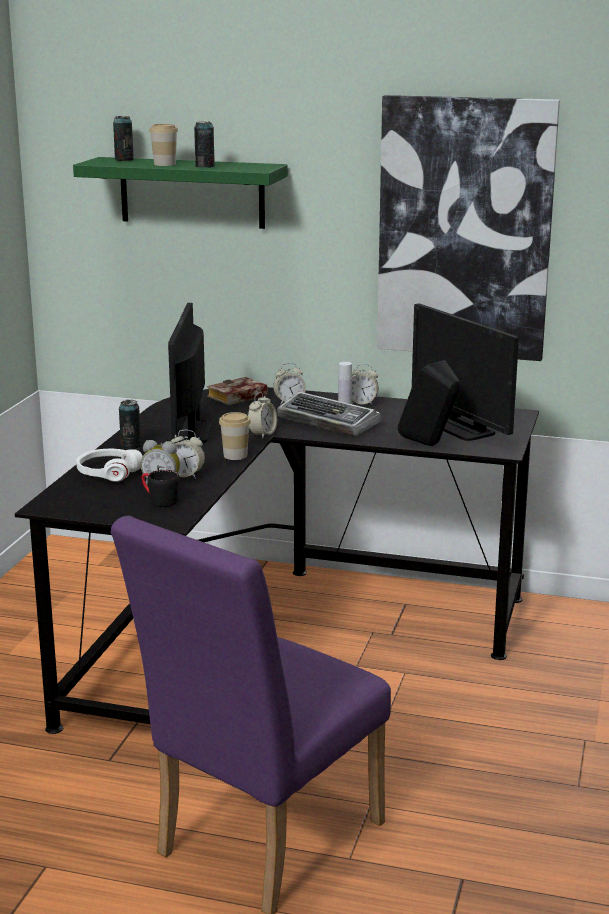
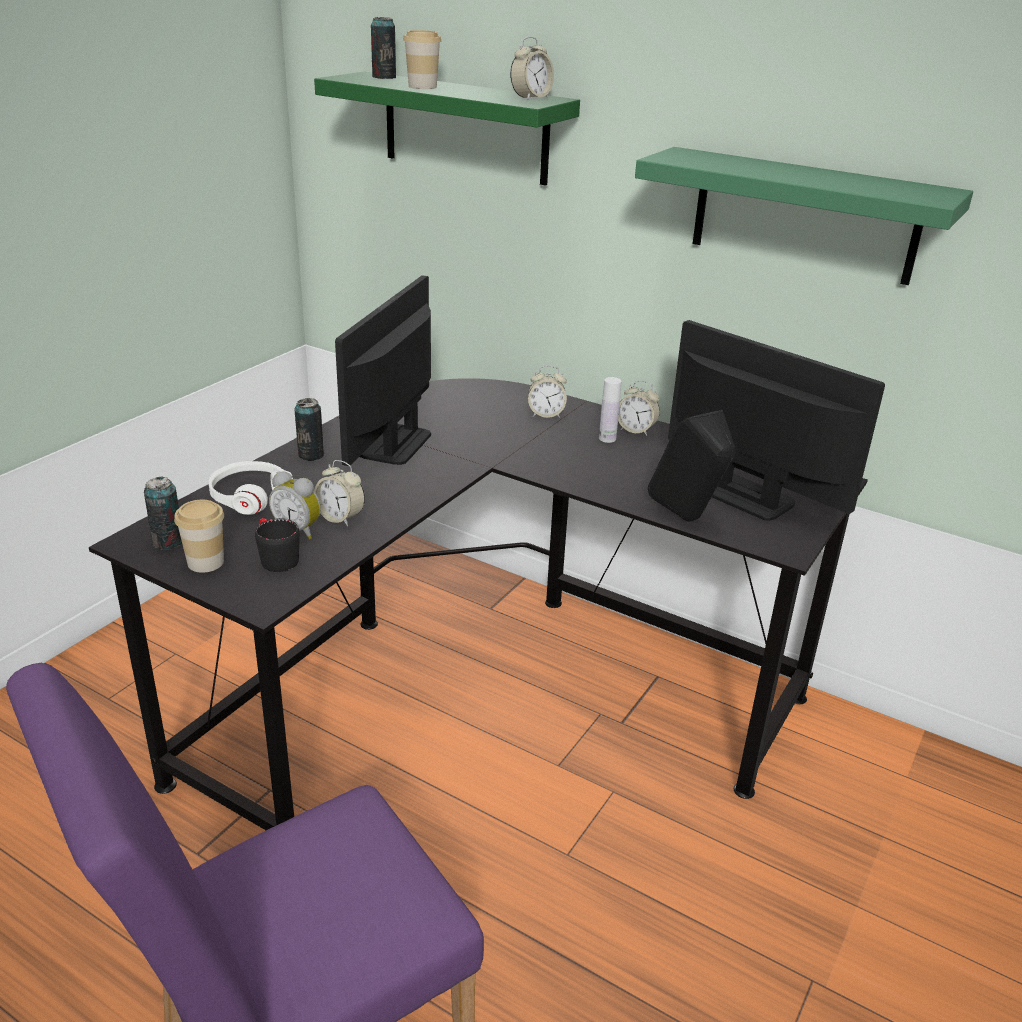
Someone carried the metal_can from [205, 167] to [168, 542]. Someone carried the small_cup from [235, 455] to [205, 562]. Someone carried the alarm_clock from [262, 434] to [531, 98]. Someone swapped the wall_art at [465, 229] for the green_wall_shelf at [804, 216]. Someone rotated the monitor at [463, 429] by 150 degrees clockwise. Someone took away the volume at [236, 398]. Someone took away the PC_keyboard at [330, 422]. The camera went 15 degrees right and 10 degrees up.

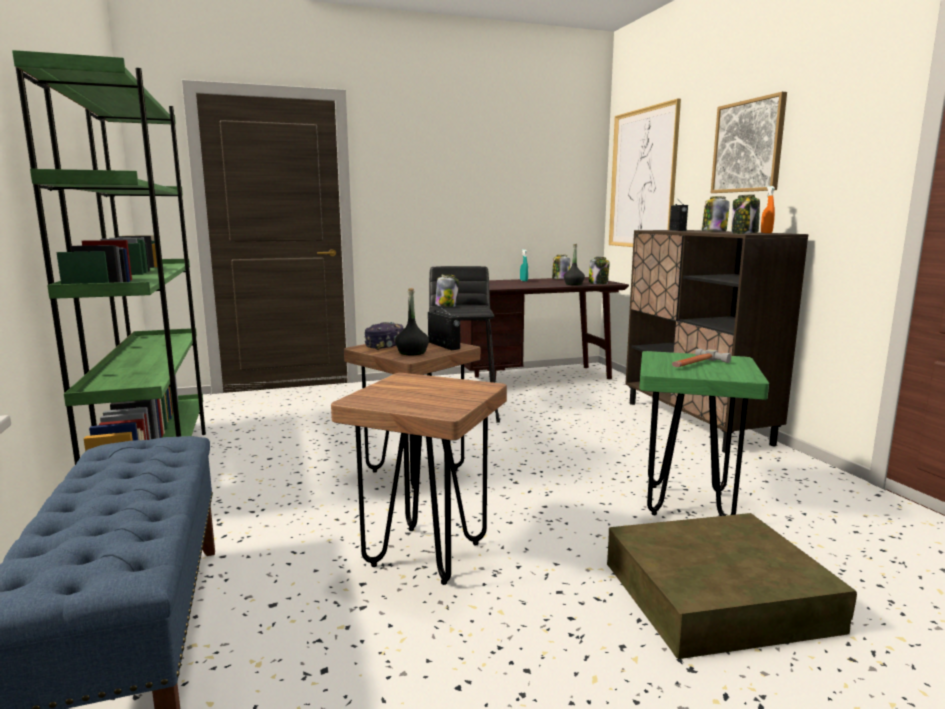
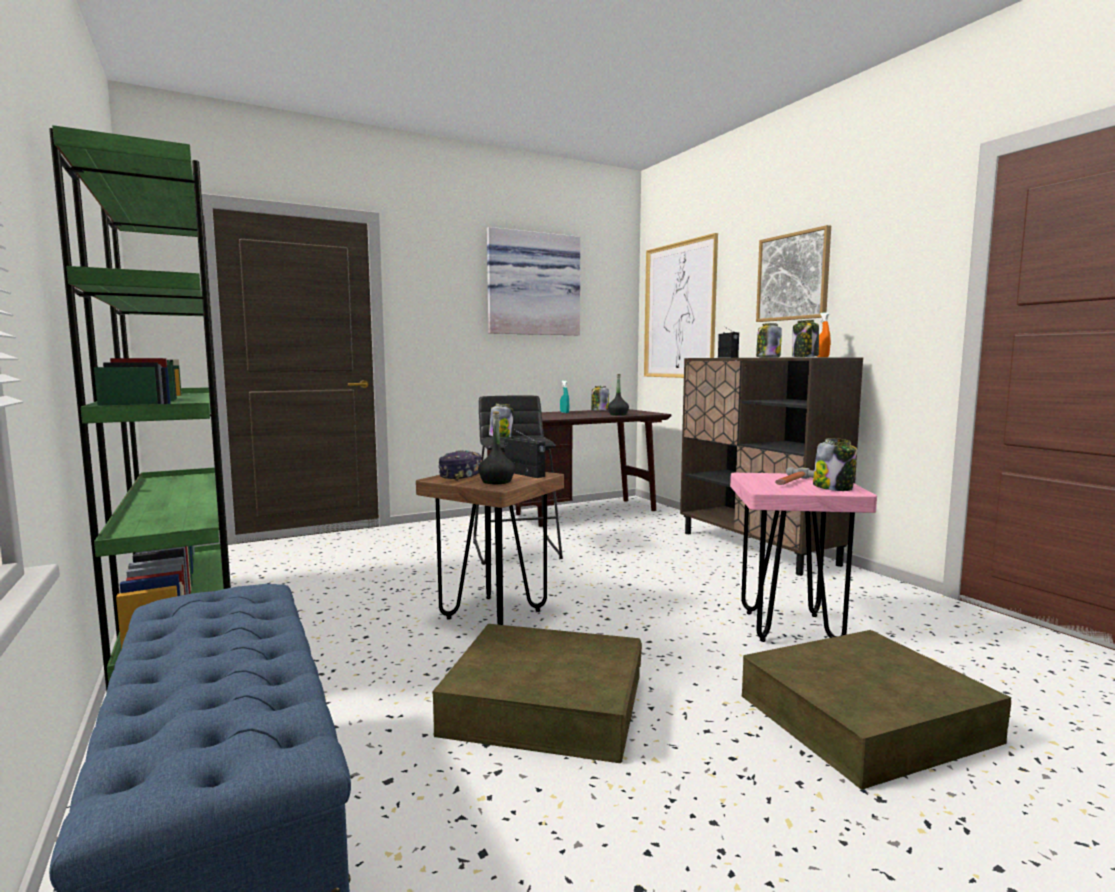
Someone swapped the brownish_stool_seat at [426, 554] for the brownish_storage_container at [545, 704]. Someone put up the wall_art at [532, 284]. Someone repainted the green_stool_seat at [688, 504], which became the pink-coloured_stool_seat at [790, 627]. Someone carried the preserve_jar from [598, 283] to [833, 488]. The camera went 10 degrees left and 5 degrees down.

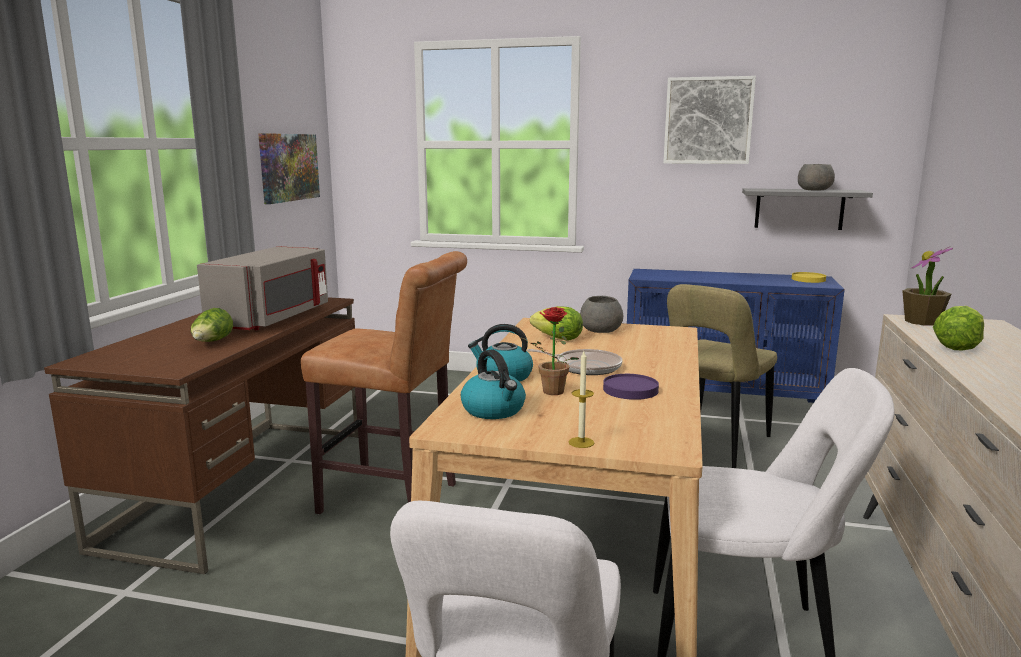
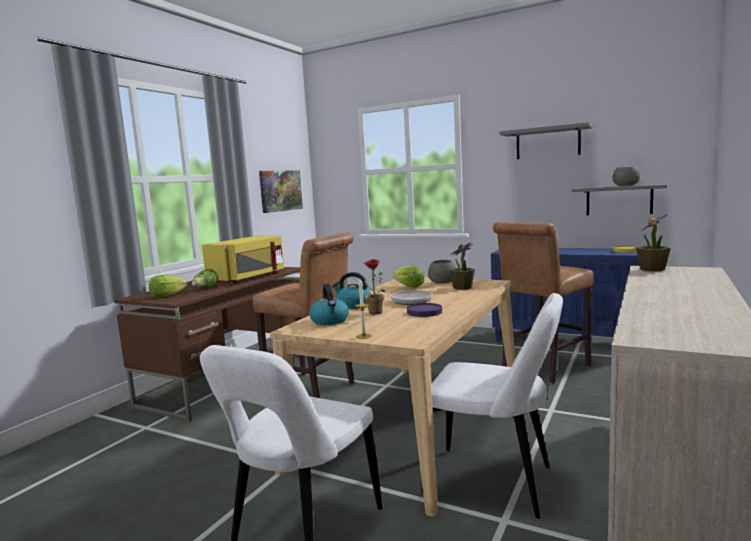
Someone carried the lettuce from [957, 347] to [167, 296]. Someone repainted the gray_microwave at [273, 318], which became the yellow_microwave at [249, 277]. Someone put down the potted_plant at [462, 287]. Someone swapped the beige-coloured_plain_chair at [712, 446] for the brownish_stool_seat at [542, 368]. Someone swapped the wall_art at [708, 121] for the gray_wall_shelf at [548, 143]. The camera went 15 degrees right and 5 degrees down.

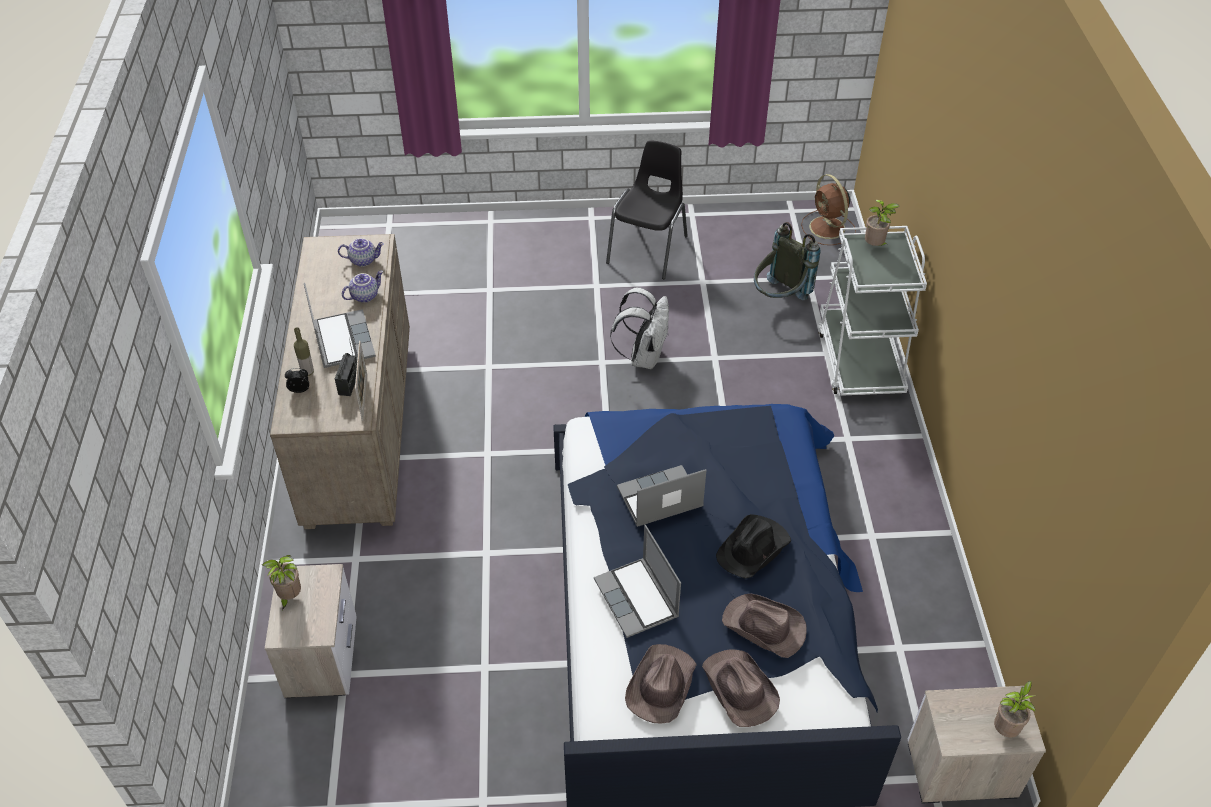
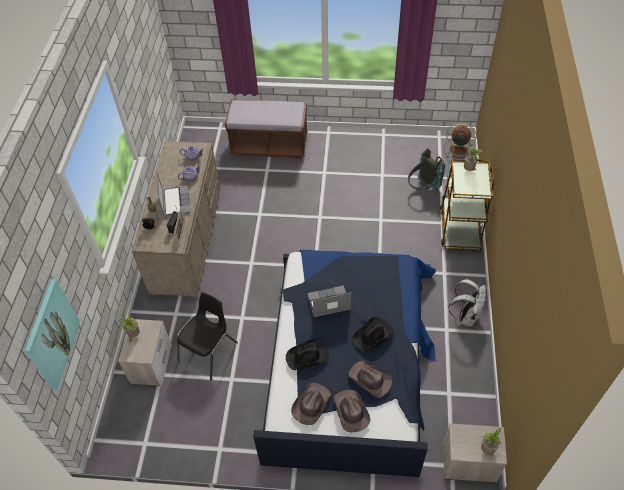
Someone put up the wall_art at [52, 334]. Someone carried the blackish_plain_chair from [649, 249] to [209, 351]. Someone put down the brownish_indoor_bench at [269, 146]. Someone swapped the laptop at [638, 599] for the blackish_wearable_hat at [307, 356]. Someone repainted the whitish_trolley at [859, 360], which became the brownish_trolley at [460, 228]. Someone rotated the brownish_electric_fan at [828, 228] by 120 degrees clockwise. Someone carried the whitish_knapsack from [644, 356] to [466, 316]. The camera went 10 degrees right and 5 degrees up.

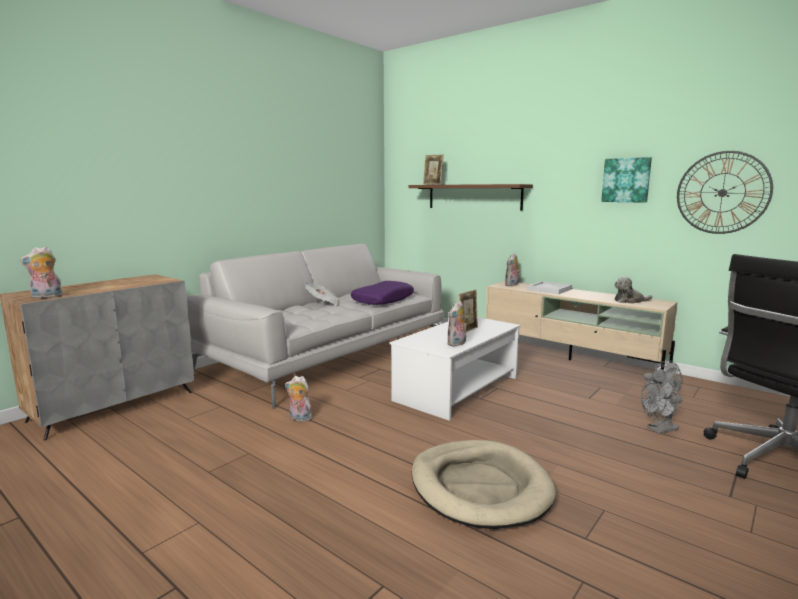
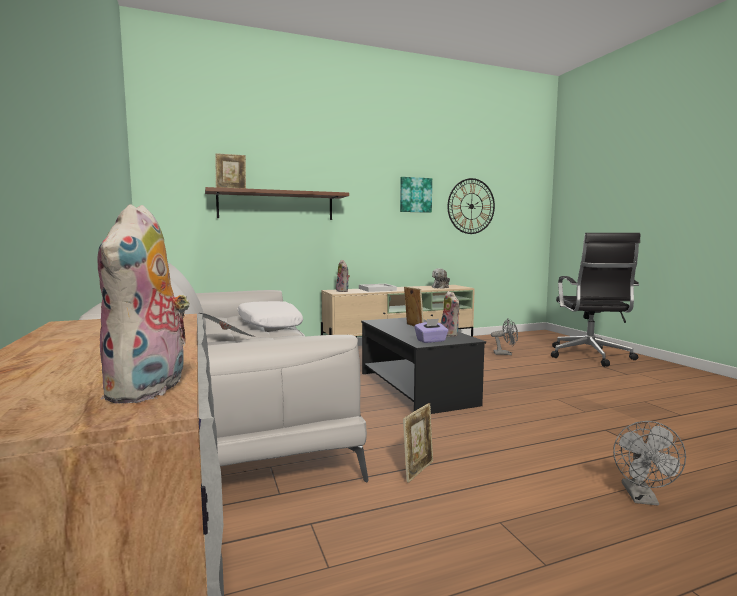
Someone repainted the purple-coloured_cushion at [383, 300], which became the whitish_cushion at [268, 324]. Someone repainted the whitish_low_table at [458, 388], which became the blackish_low_table at [415, 387]. Someone swapped the plush_toy at [299, 419] for the picture_frame at [418, 470]. Someone put down the purple-coloured_tissue_box at [431, 341]. Someone carried the gray_electric_fan from [659, 430] to [642, 498]. Someone took away the beige-coloured_dog_cushion at [480, 487]. The camera went 60 degrees left and 5 degrees down.

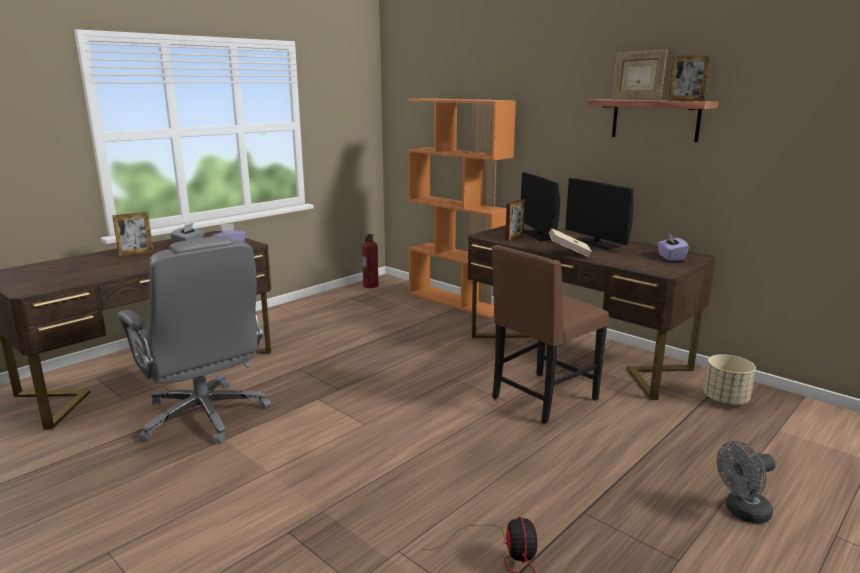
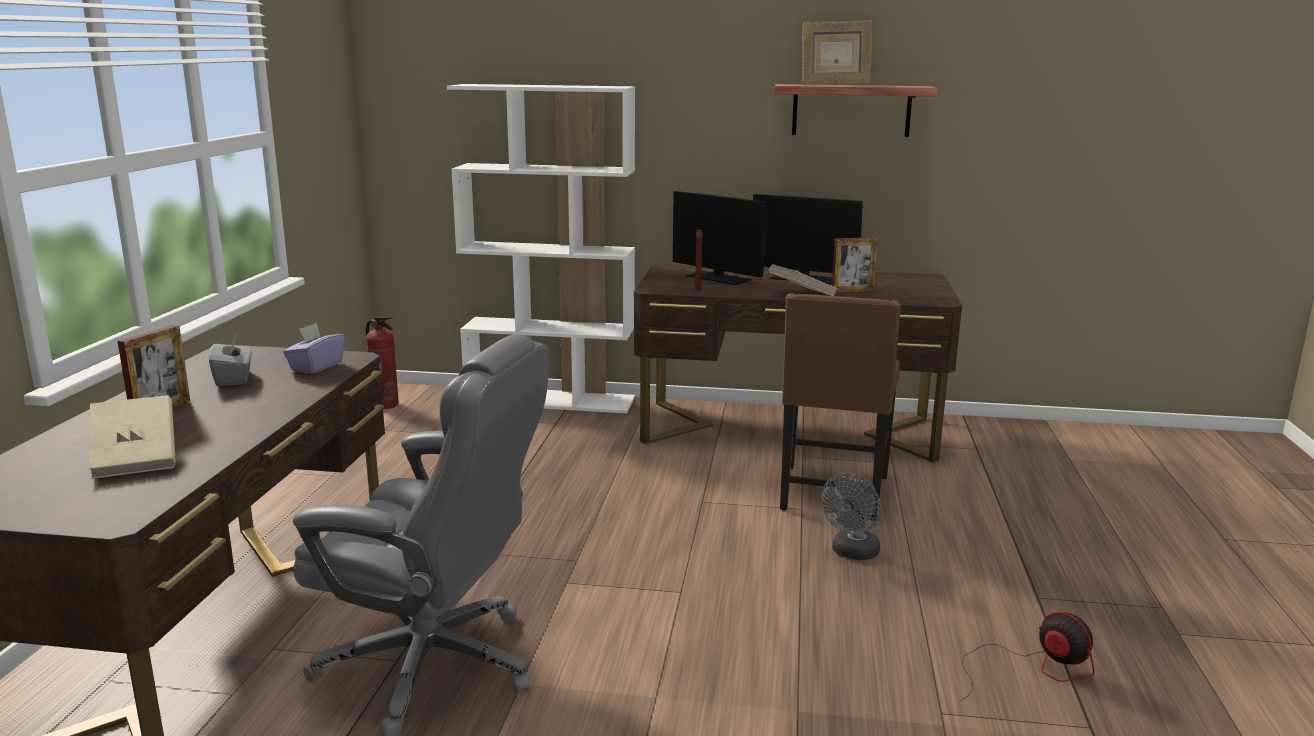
Someone put down the beige-coloured_volume at [136, 458]. Someone repainted the orangey_bookshelf at [457, 301], which became the whitish_bookshelf at [551, 400]. Someone carried the gray_electric_fan from [742, 512] to [852, 553]. Someone carried the picture_frame from [686, 101] to [852, 291]. Someone took away the purple-coloured_tissue_box at [670, 258]. Someone took away the beige-coloured_plant_pot at [725, 400]. The camera went 35 degrees left and 0 degrees up.

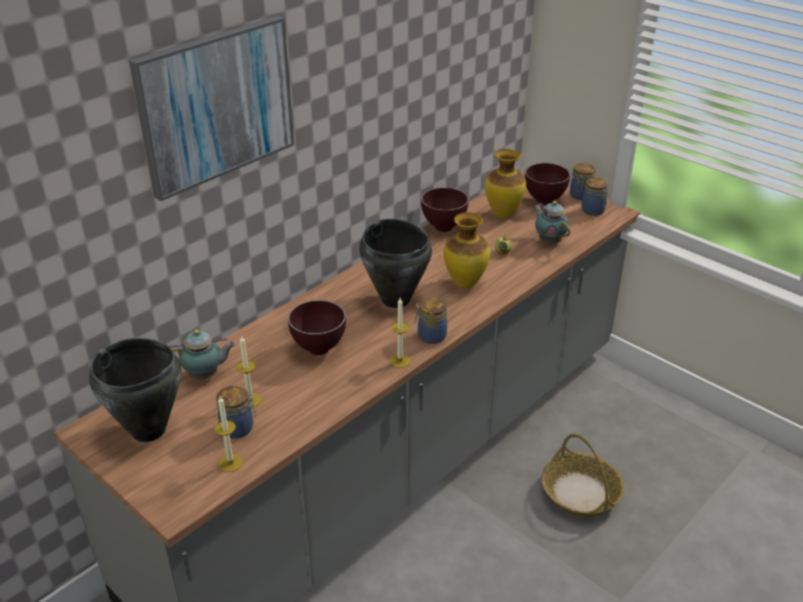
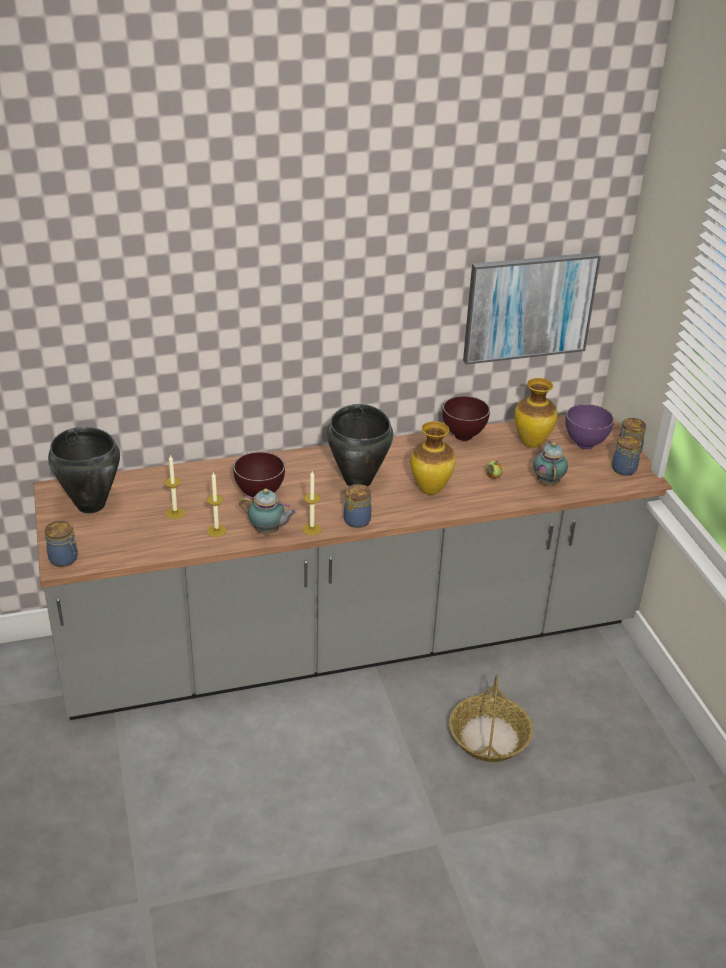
Someone carried the preserve_jar from [238, 428] to [64, 559]. Someone carried the candle from [230, 463] to [216, 531]. Someone carried the pot_for_tea from [206, 375] to [268, 531]. Someone carried the wall_art from [216, 105] to [529, 307]. Someone repainted the brownish_deep_dish at [544, 202], which became the purple-coloured_deep_dish at [584, 445]. The camera went 30 degrees right and 0 degrees up.

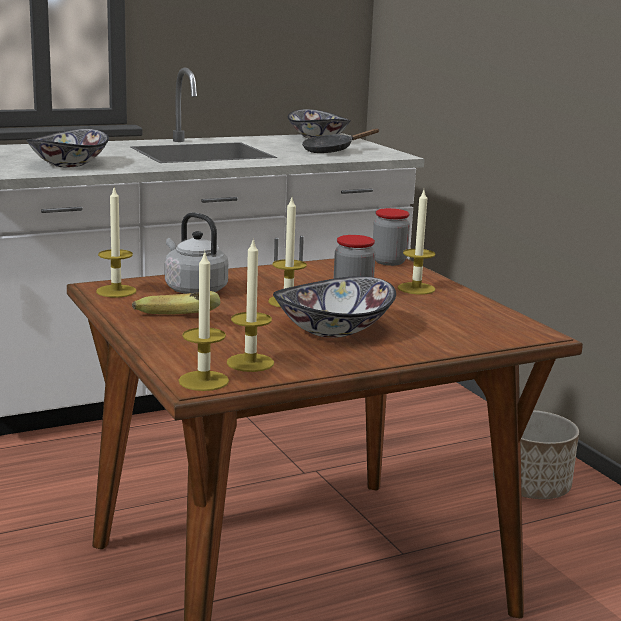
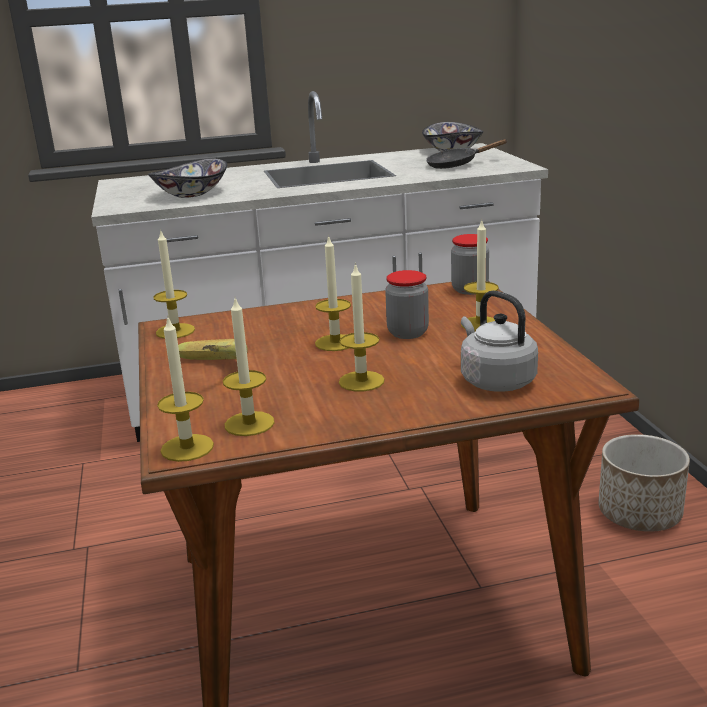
Someone swapped the deep_dish at [334, 331] for the candle at [361, 381]. Someone carried the gray_kettle from [193, 289] to [495, 380]. The camera went 15 degrees right and 5 degrees up.

